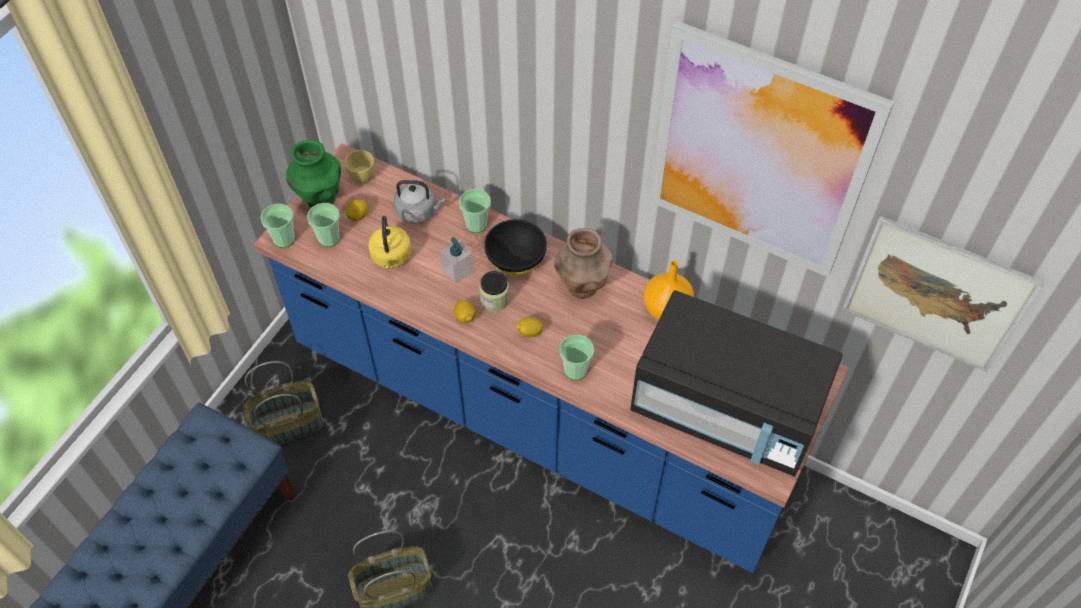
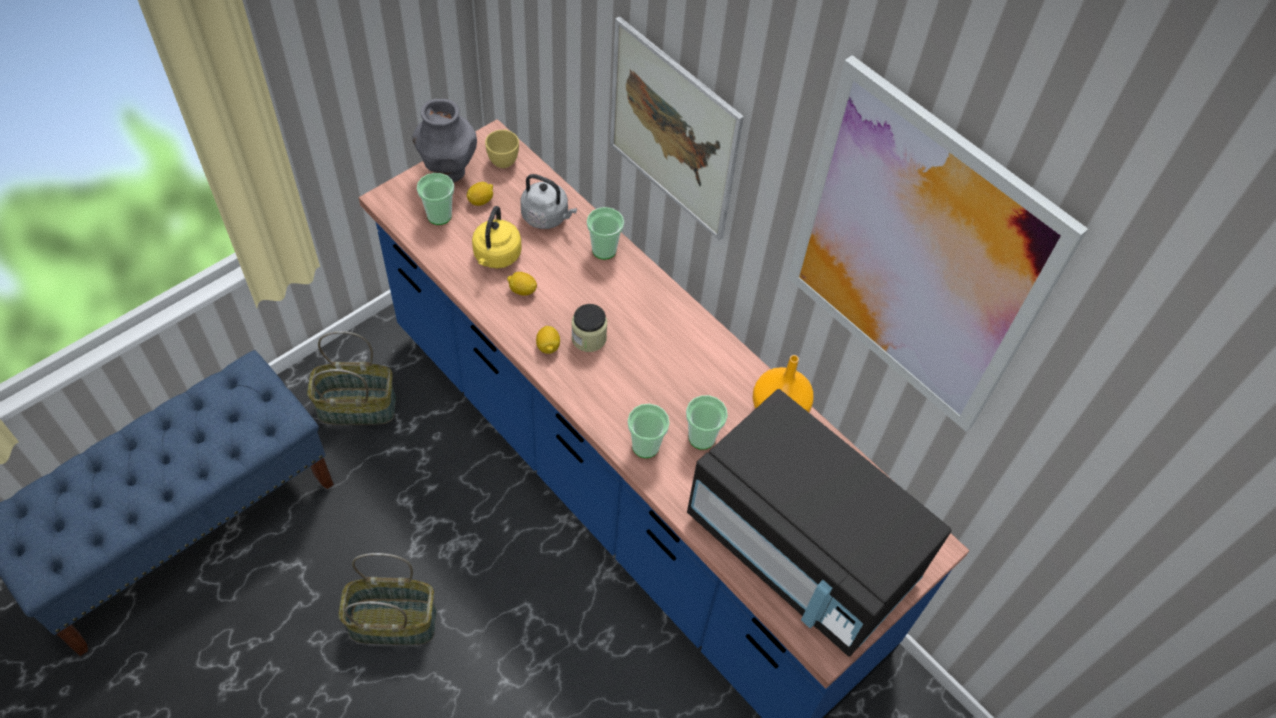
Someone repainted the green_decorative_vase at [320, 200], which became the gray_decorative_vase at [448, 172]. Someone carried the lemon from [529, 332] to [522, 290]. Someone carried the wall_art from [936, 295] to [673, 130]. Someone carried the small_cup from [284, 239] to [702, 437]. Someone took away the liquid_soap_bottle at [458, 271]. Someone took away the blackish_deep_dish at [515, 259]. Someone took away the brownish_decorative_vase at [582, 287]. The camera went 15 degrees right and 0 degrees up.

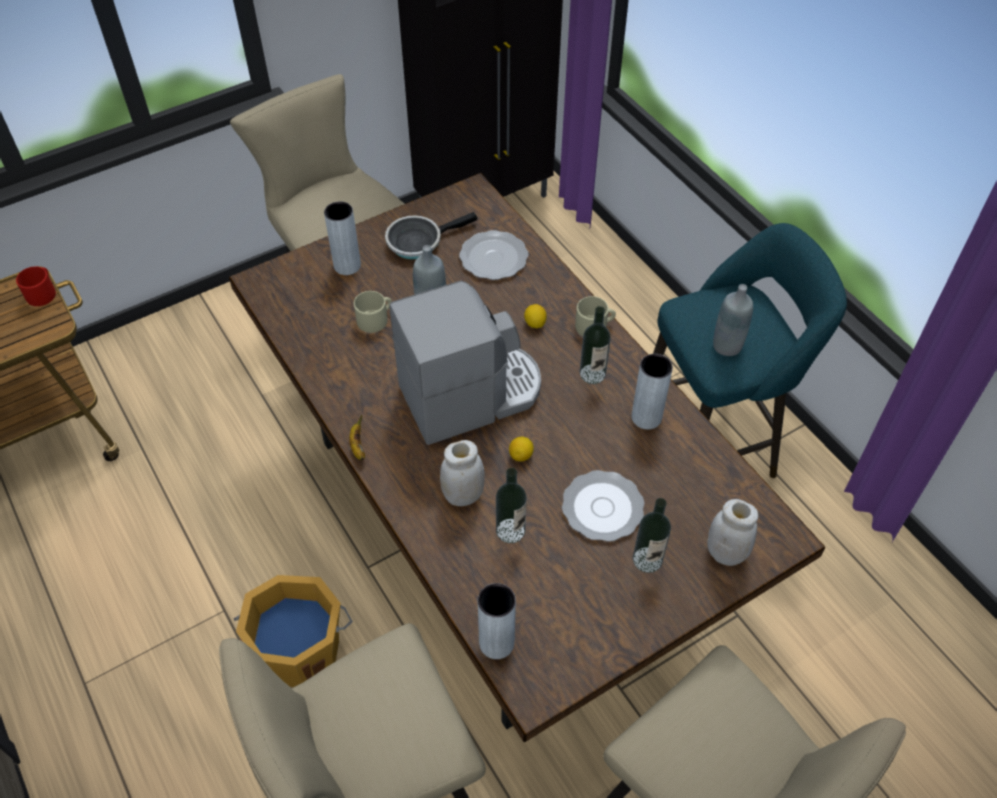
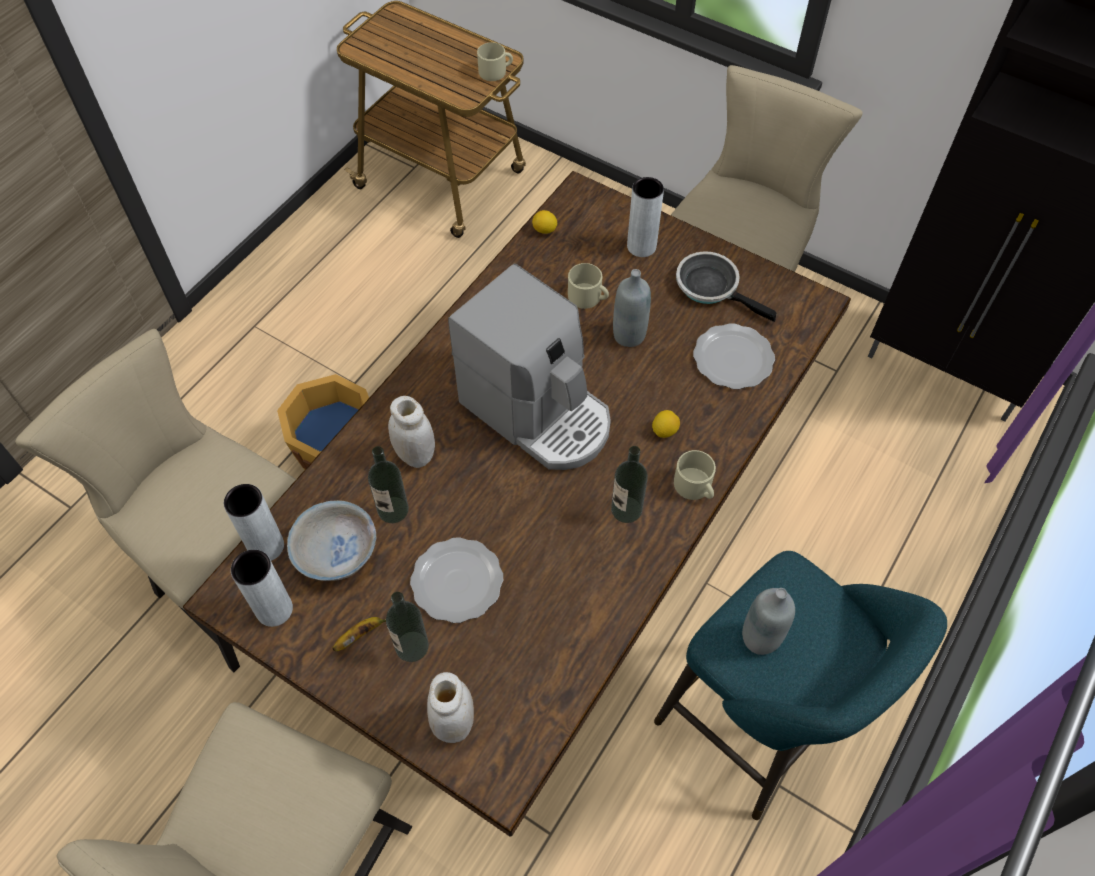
Someone carried the gray_decorative_vase from [646, 417] to [274, 609]. Someone put down the whitish_deep_dish at [337, 555]. Someone carried the whole_banana from [357, 446] to [359, 635]. Someone repainted the red_mug at [42, 292], which became the beige-coloured_mug at [496, 71]. Someone carried the lemon from [521, 455] to [544, 230]. The camera went 65 degrees right and 5 degrees up.

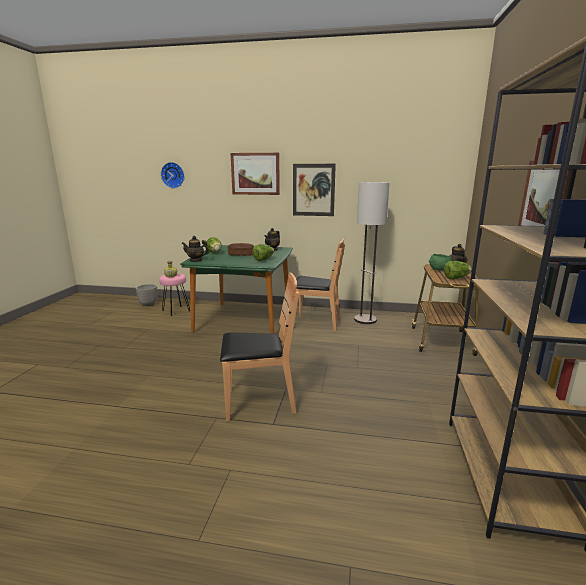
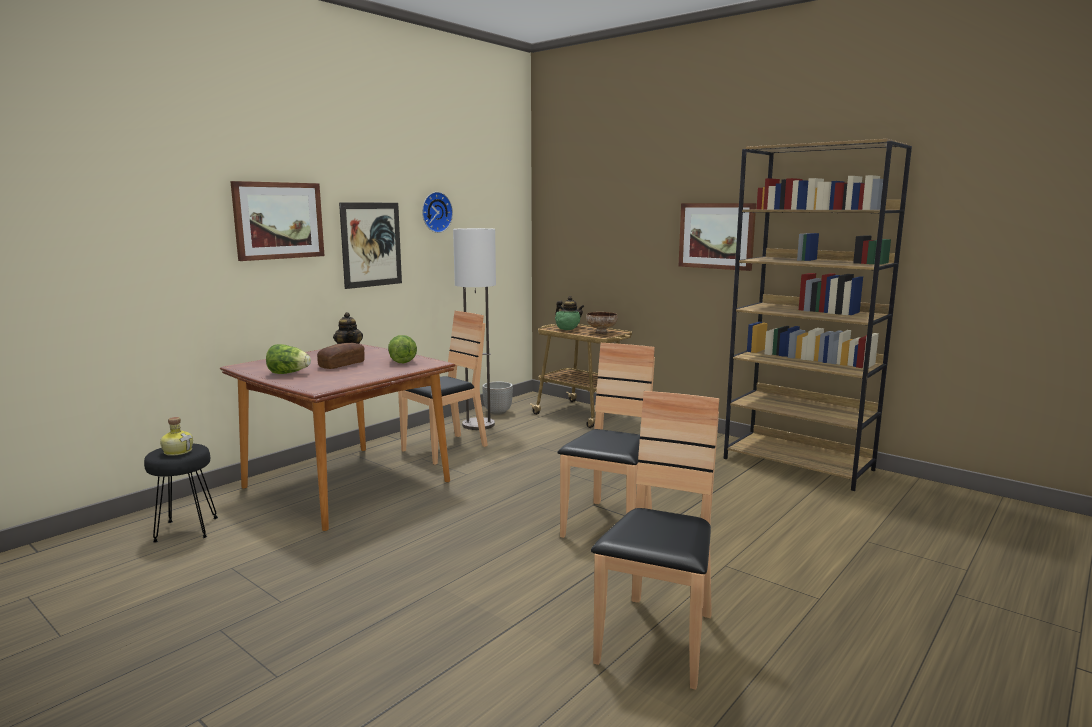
Someone repainted the pink-coloured_stool_seat at [175, 311], which became the blackish_stool_seat at [186, 530]. Someone repainted the green_kitchen_table at [244, 319], which became the brownish_kitchen_table at [346, 484]. Someone carried the hanging_clock from [173, 175] to [435, 212]. Someone carried the plant_pot from [148, 304] to [498, 412]. Someone swapped the lettuce at [456, 278] for the deep_dish at [601, 332]. Someone put down the brownish_plain_chair at [657, 640]. Someone took away the pot_for_tea at [196, 260]. The camera went 60 degrees left and 5 degrees down.

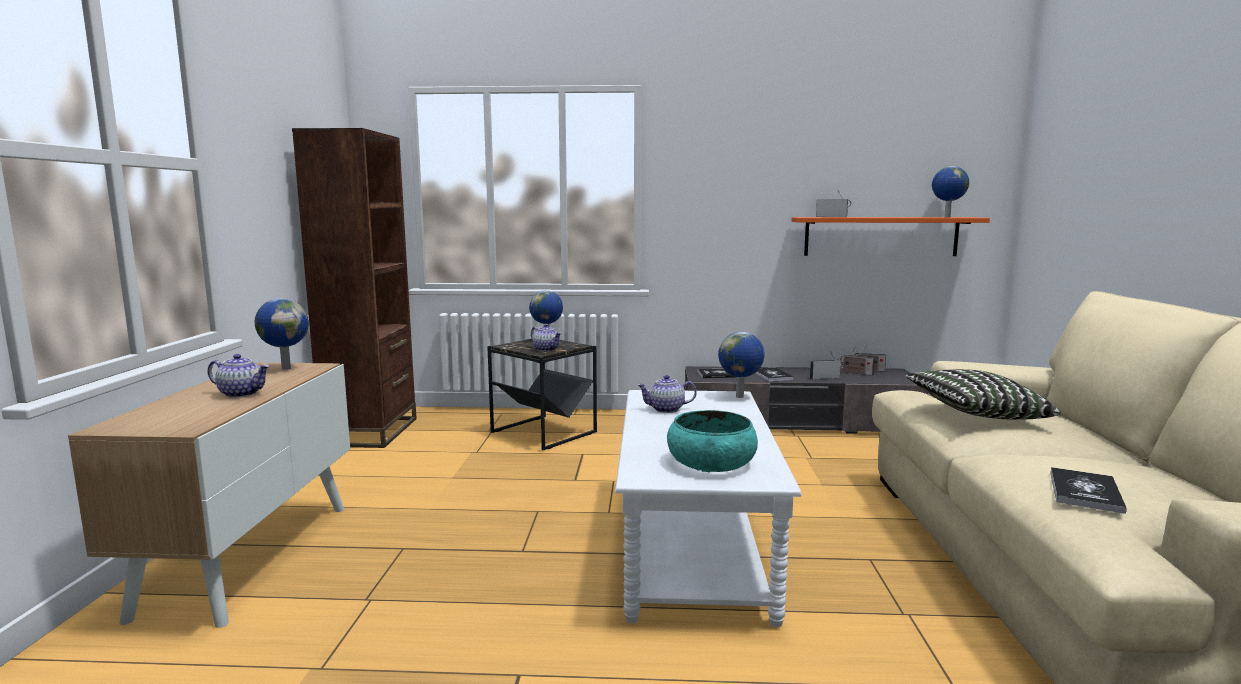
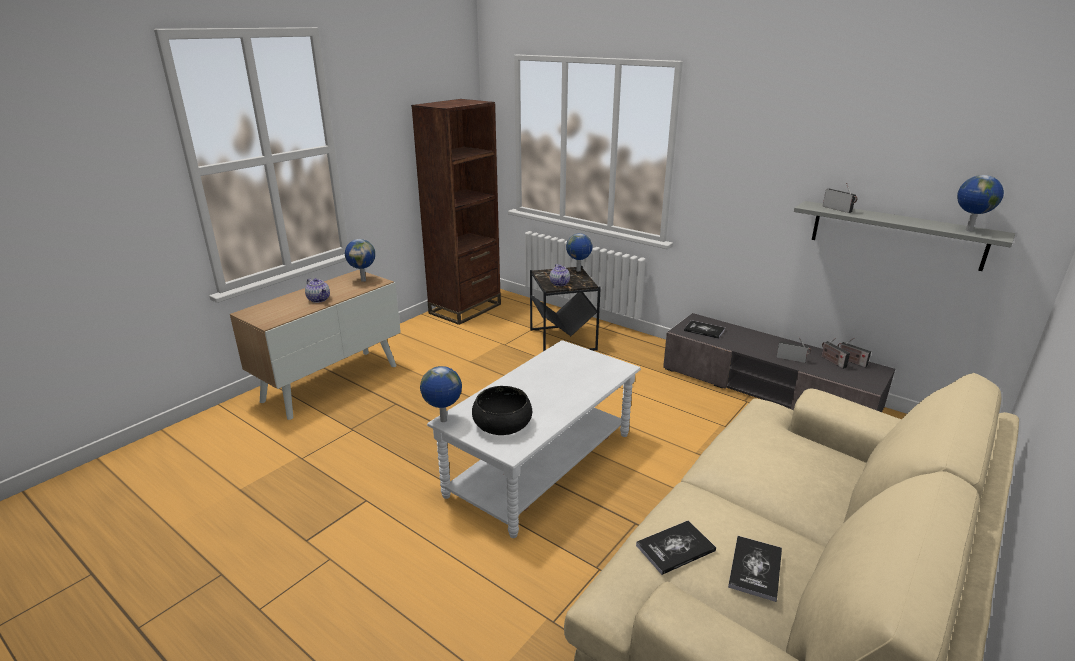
Someone carried the desk_globe from [740, 397] to [443, 420]. Someone repainted the turquoise-coloured_deep_dish at [711, 462], which became the blackish_deep_dish at [502, 424]. Someone carried the volume from [772, 375] to [755, 568]. Someone repainted the orangey_wall_shelf at [881, 236], which became the gray_wall_shelf at [896, 235]. Someone took away the pot_for_tea at [666, 409]. Someone took away the cushion at [975, 415]. The camera went 35 degrees right and 15 degrees up.

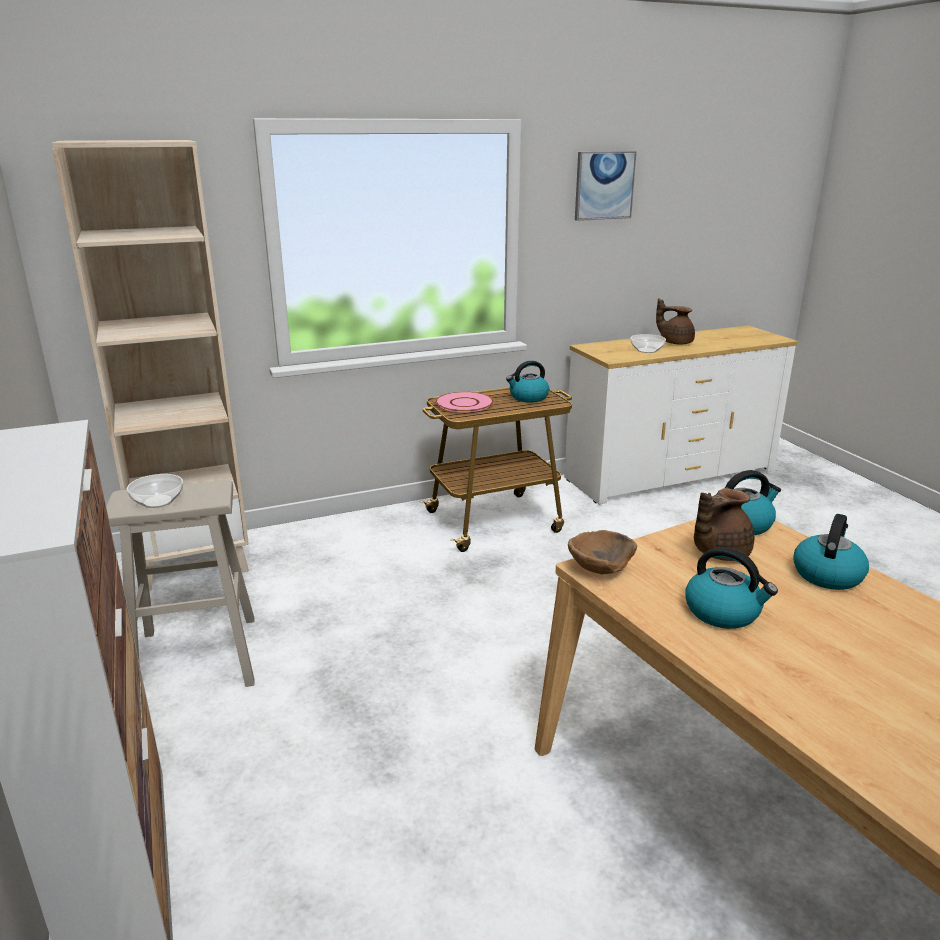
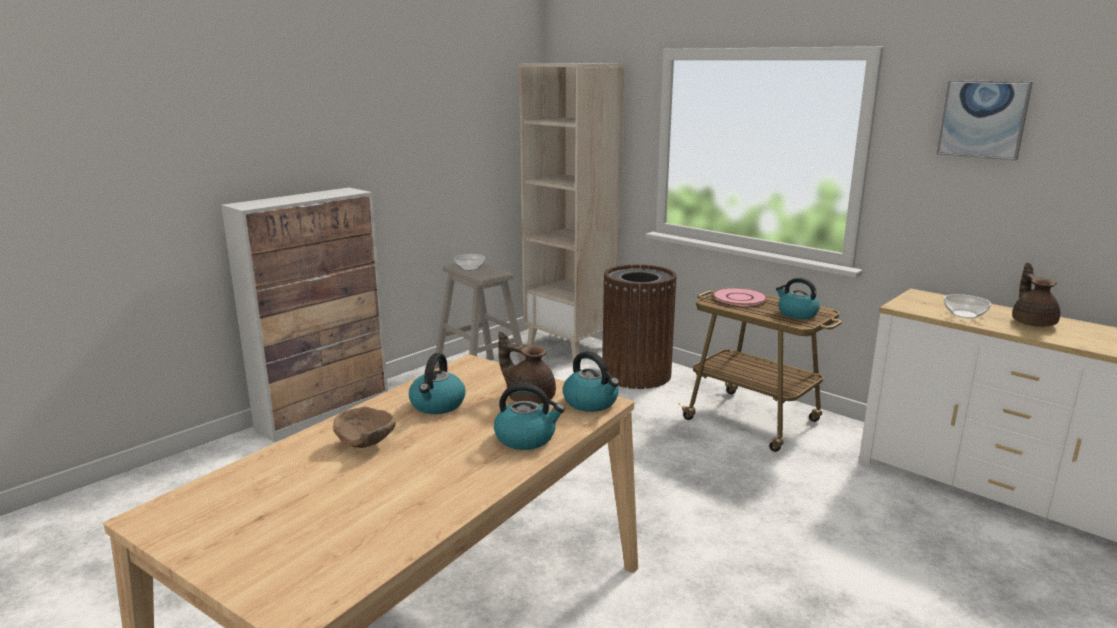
Someone carried the brownish_deep_dish from [598, 569] to [368, 444]. Someone put down the brownish_waste_bin at [636, 374]. The camera went 65 degrees right and 5 degrees down.

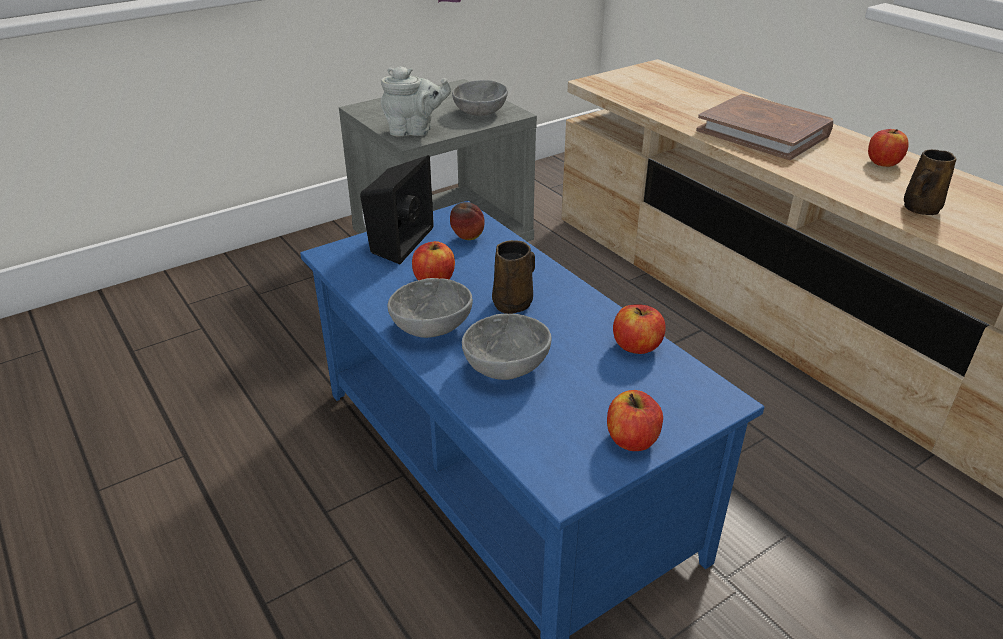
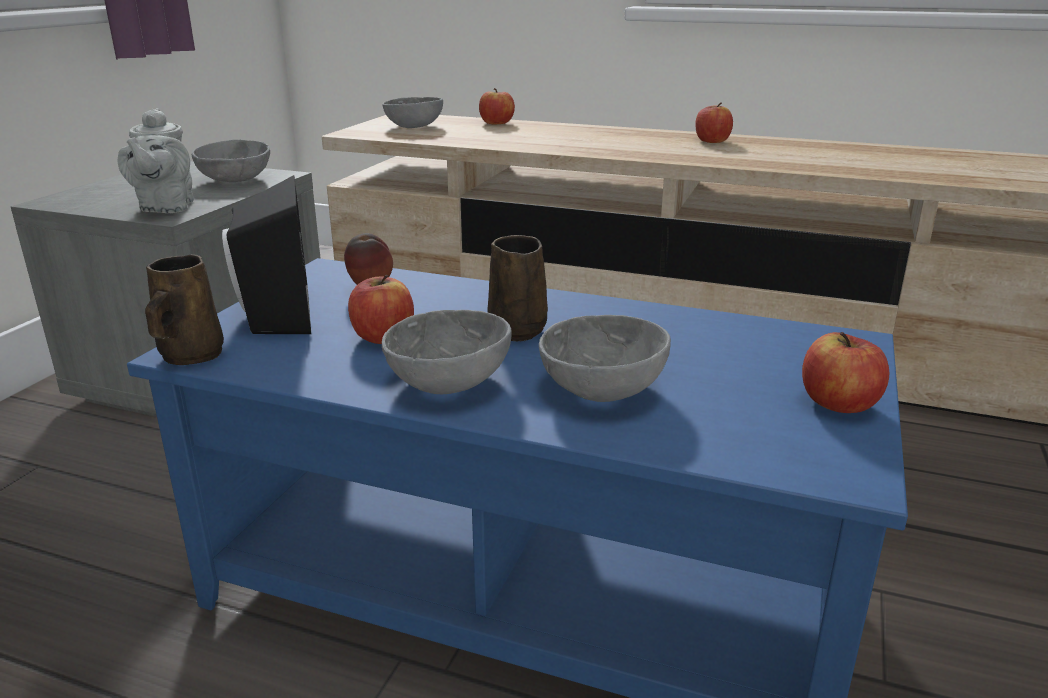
Someone rotated the gray_pot_for_tea at [414, 131] by 120 degrees clockwise. Someone carried the brownish_mug from [919, 209] to [190, 356]. Someone put down the gray_deep_dish at [413, 126]. Someone carried the apple from [636, 346] to [496, 123]. Someone took away the brownish_volume at [763, 132]. The camera went 35 degrees left and 10 degrees down.

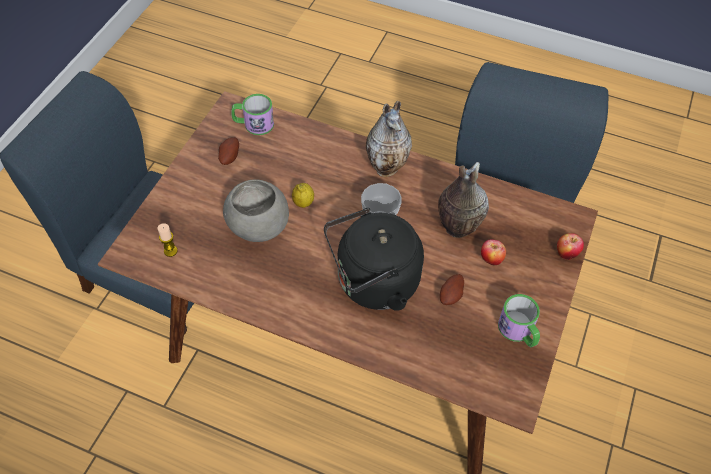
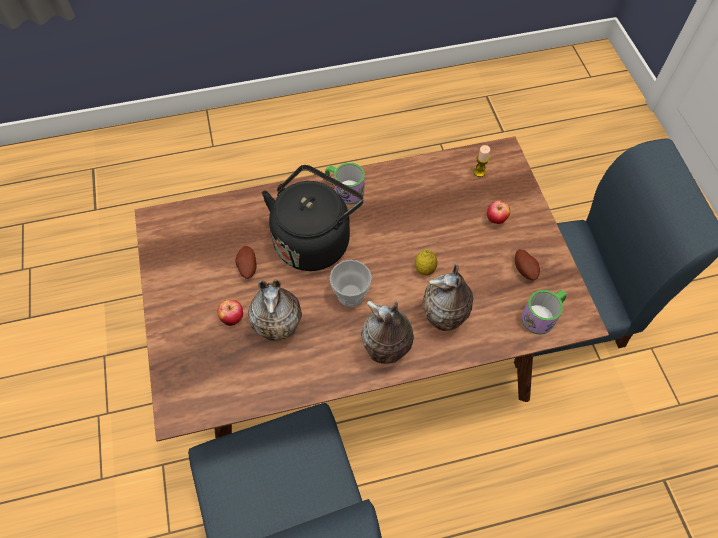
Someone carried the mug from [518, 331] to [344, 190]. Someone put down the decorative_vase at [444, 320]. Someone carried the apple from [566, 253] to [496, 220]. Someone took away the gray_deep_dish at [258, 227]. The camera went 145 degrees right and 5 degrees up.

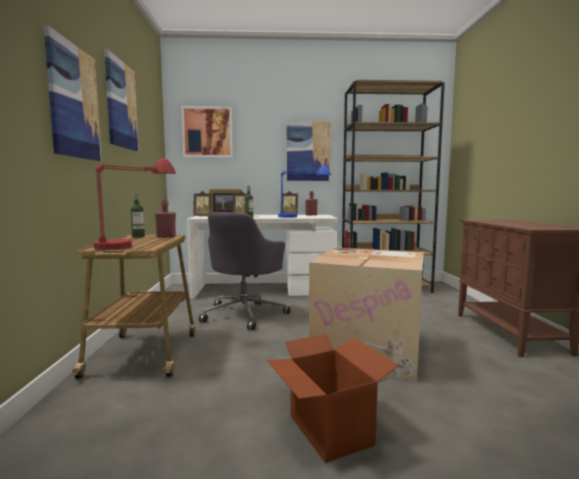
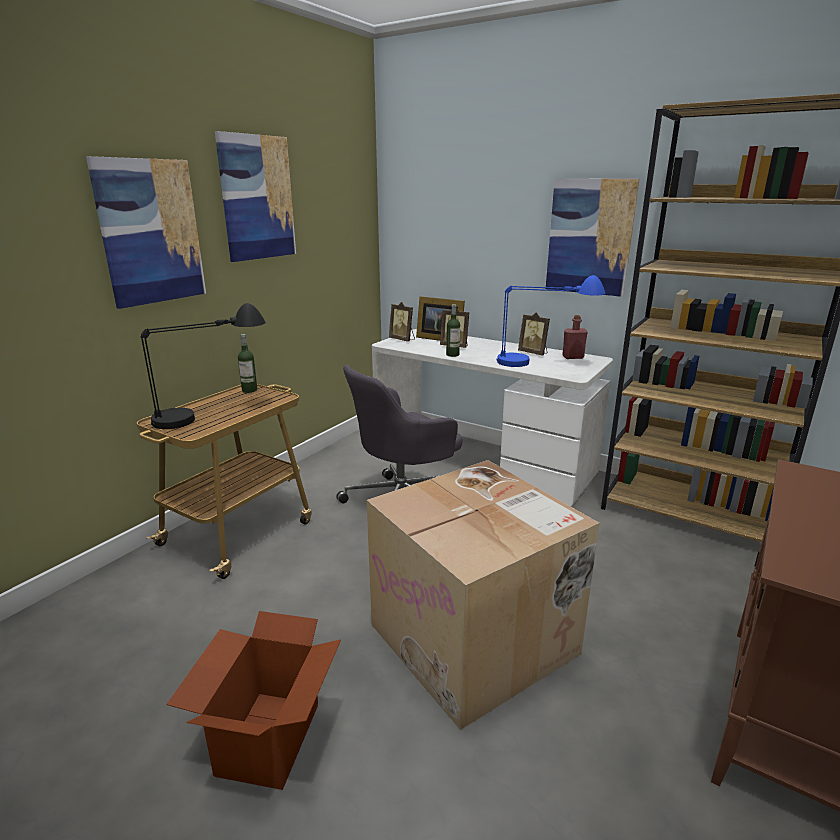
Someone repainted the red_lamp_for_a_table at [138, 243], which became the blackish_lamp_for_a_table at [211, 414]. Someone took away the red_bottle at [166, 237]. Someone took away the wall_art at [207, 132]. The camera went 35 degrees right and 15 degrees up.

